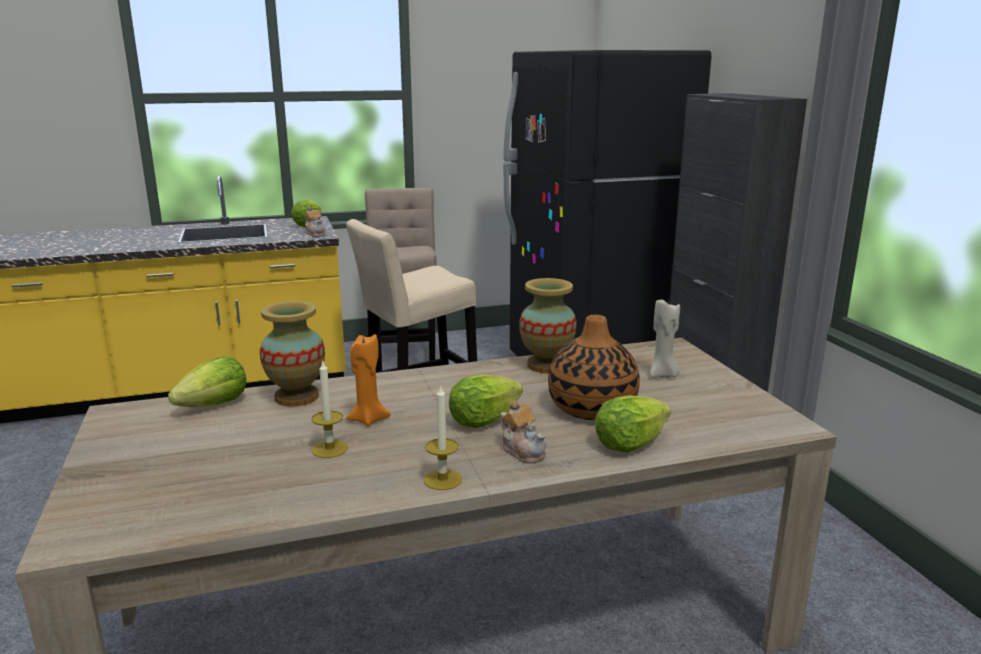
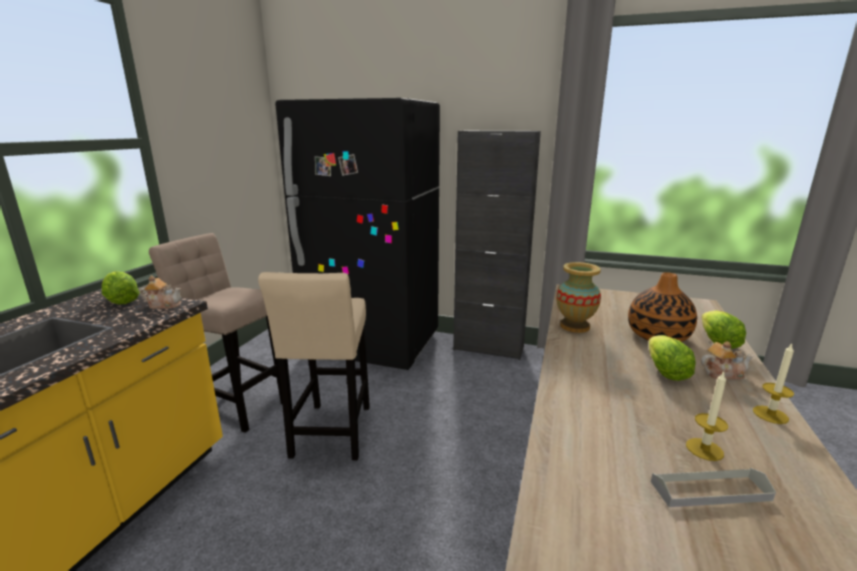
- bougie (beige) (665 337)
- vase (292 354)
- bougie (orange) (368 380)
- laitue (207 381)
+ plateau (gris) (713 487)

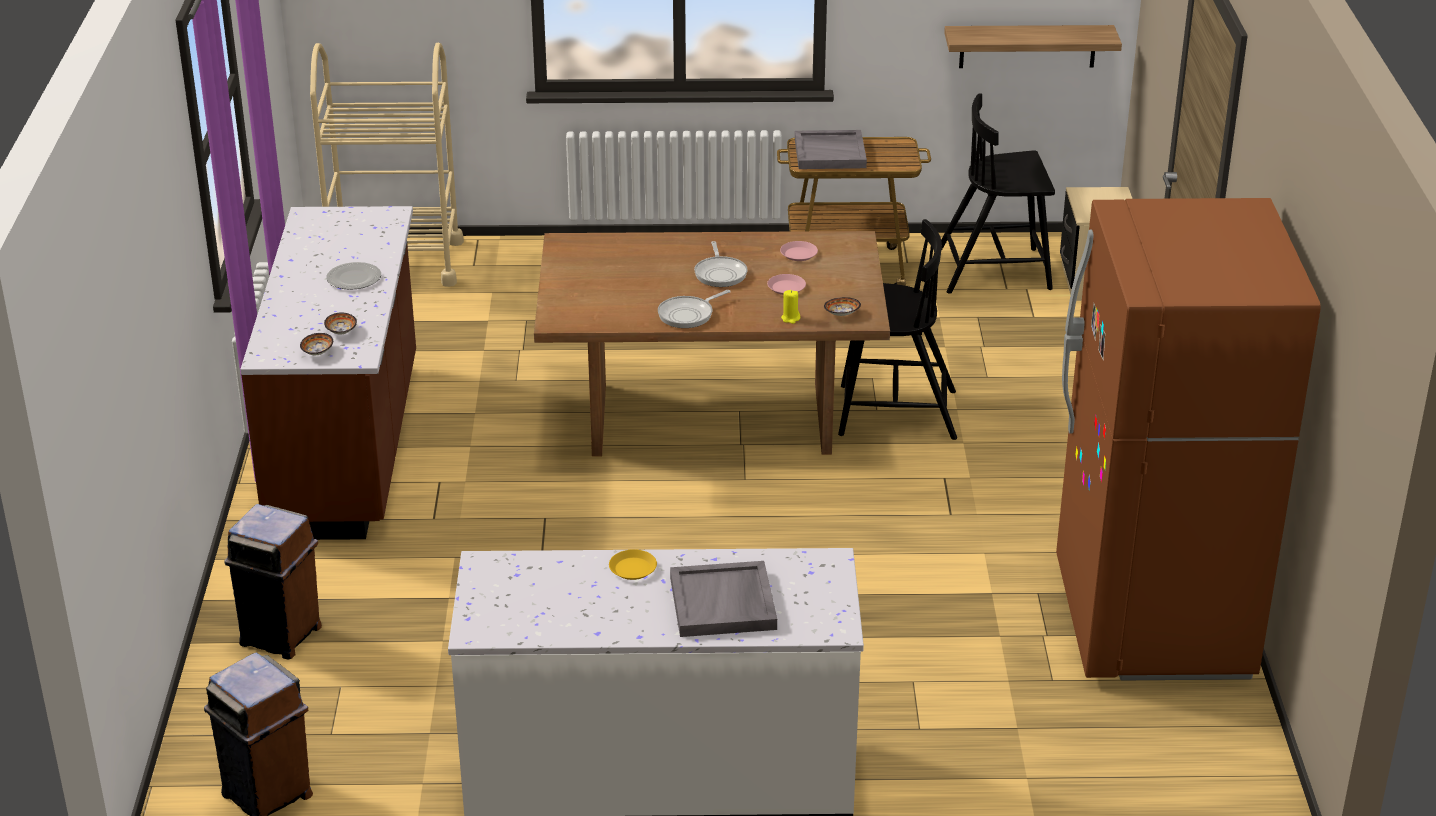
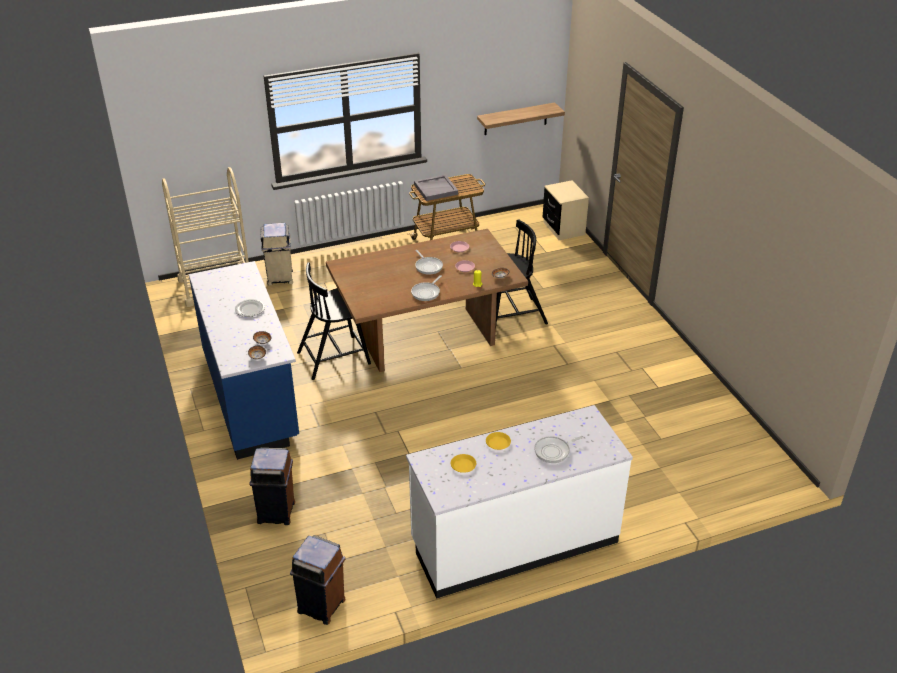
~ chaise (noir) (998 193) to (334 321)
- réfrigérateur (marron) (1188 439)
~ comptoir de cuisine (marron) (328 373) to comptoir de cuisine (bleu) (244 360)
~ plateau (gris) (723 599) to poêle (559 449)
+ poubelle (beige) (277 254)
+ assiette (jaune) (463 463)

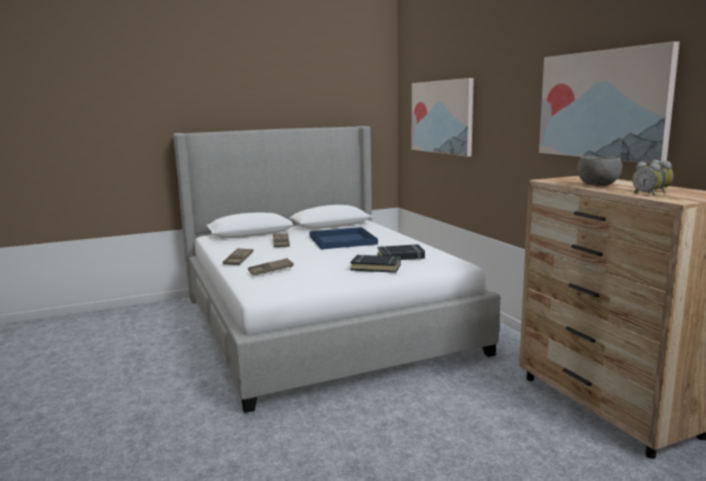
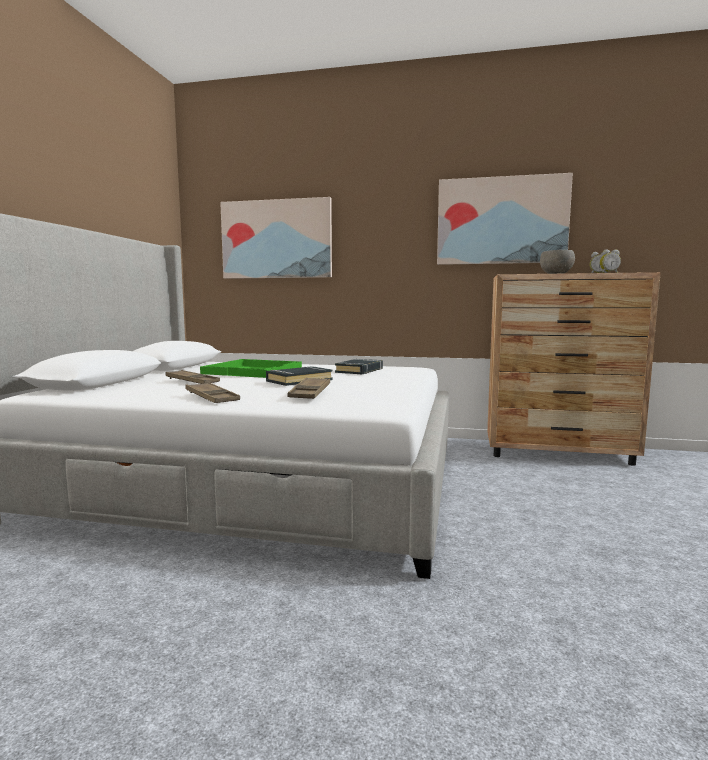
~ plateau (bleu) (343 238) to plateau (vert) (251 368)
~ livre (noir) (375 263) to (299 376)

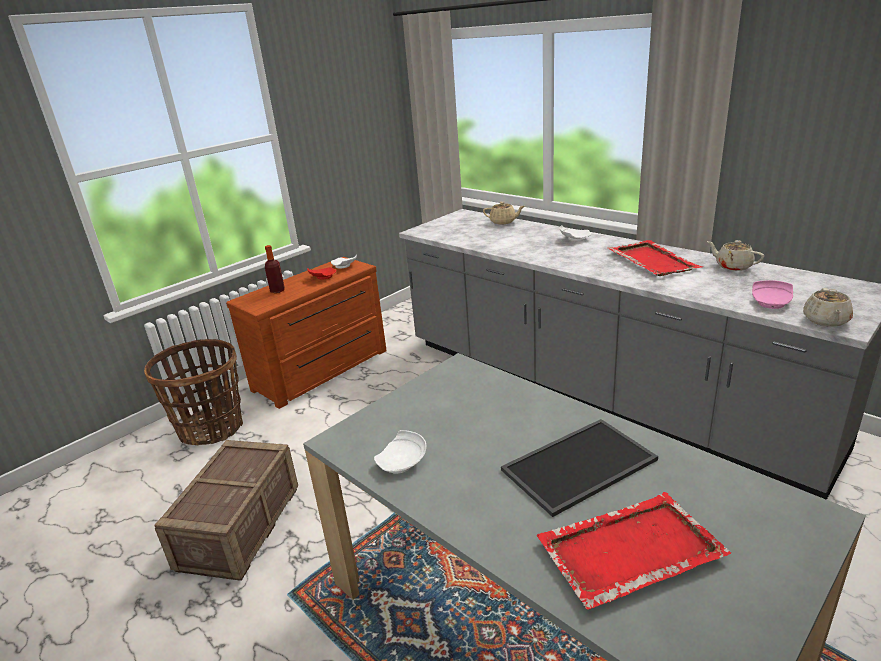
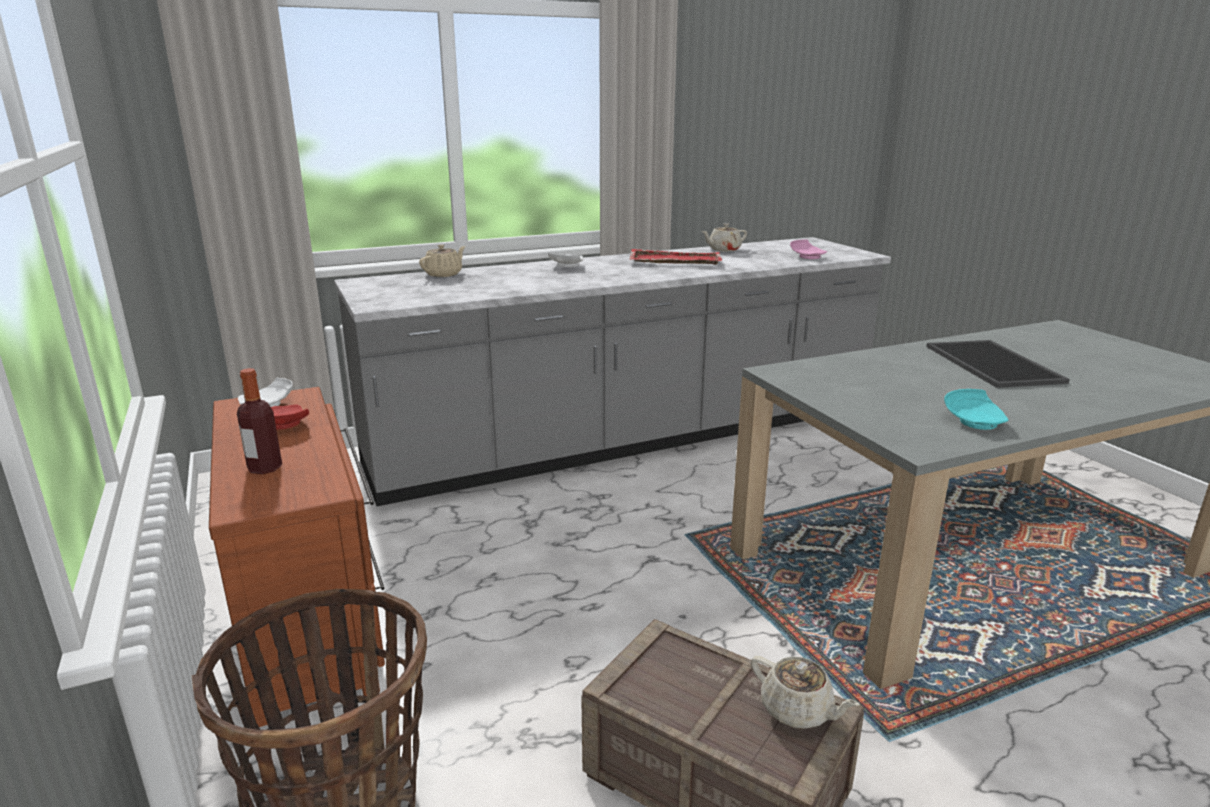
~ théière (beige) (828 307) to (805 692)
~ assiette (blanc) (400 452) to assiette (turquoise) (976 409)
- plateau (rouge) (633 551)

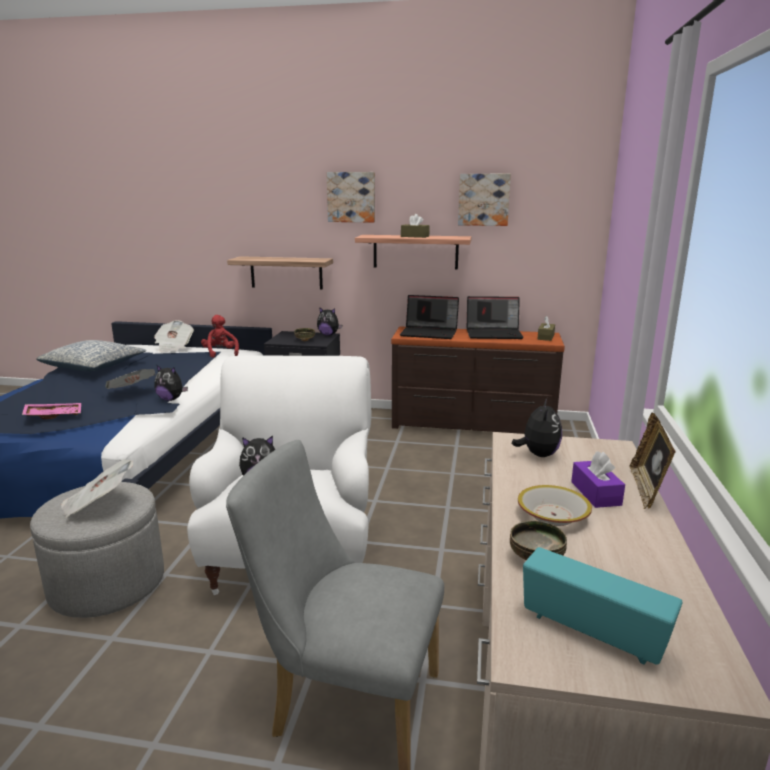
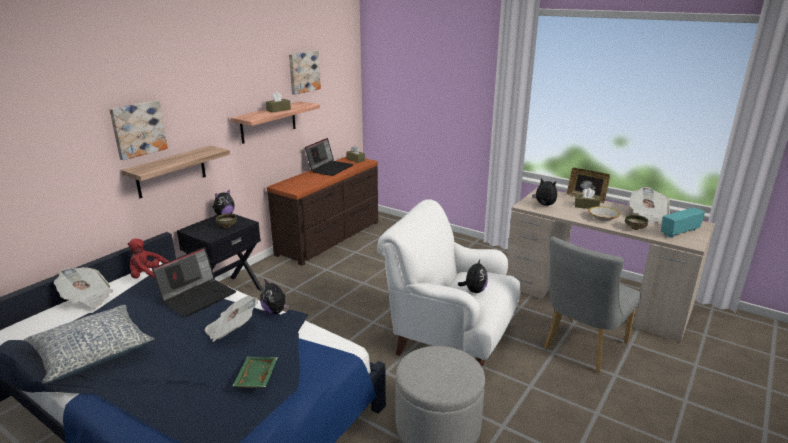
~ tableau (350 197) to (138 130)
~ ordinateur portable (429 317) to (194 282)
~ peluche (171 383) = (274 297) 90 degrees clockwise
~ plateau (rose) (51 411) to plateau (vert) (255 372)
~ boîte à mouchoirs (violet) (598 479) to boîte à mouchoirs (marron) (587 198)
~ journal (97 488) to (649 205)

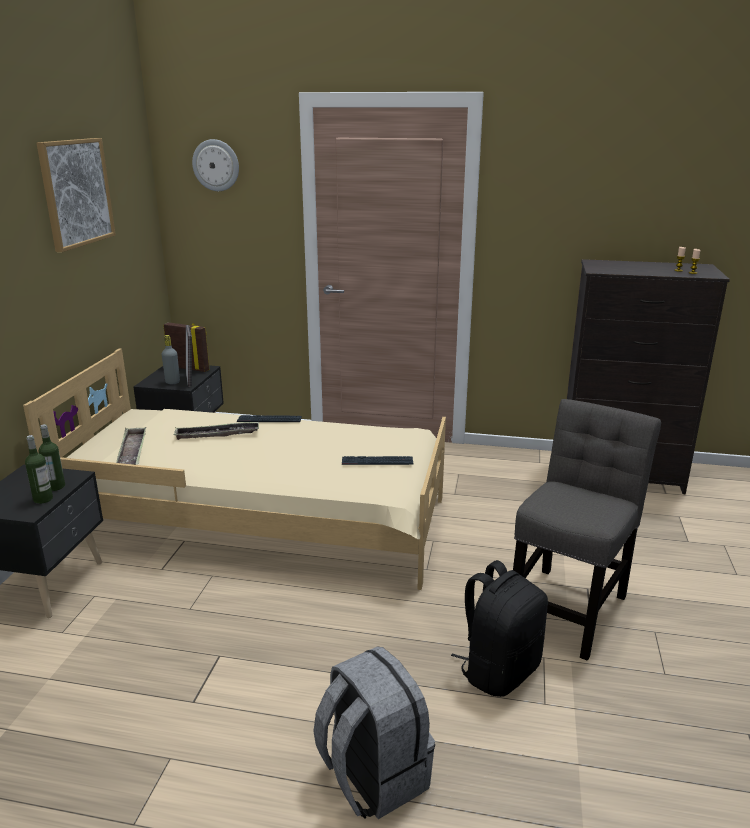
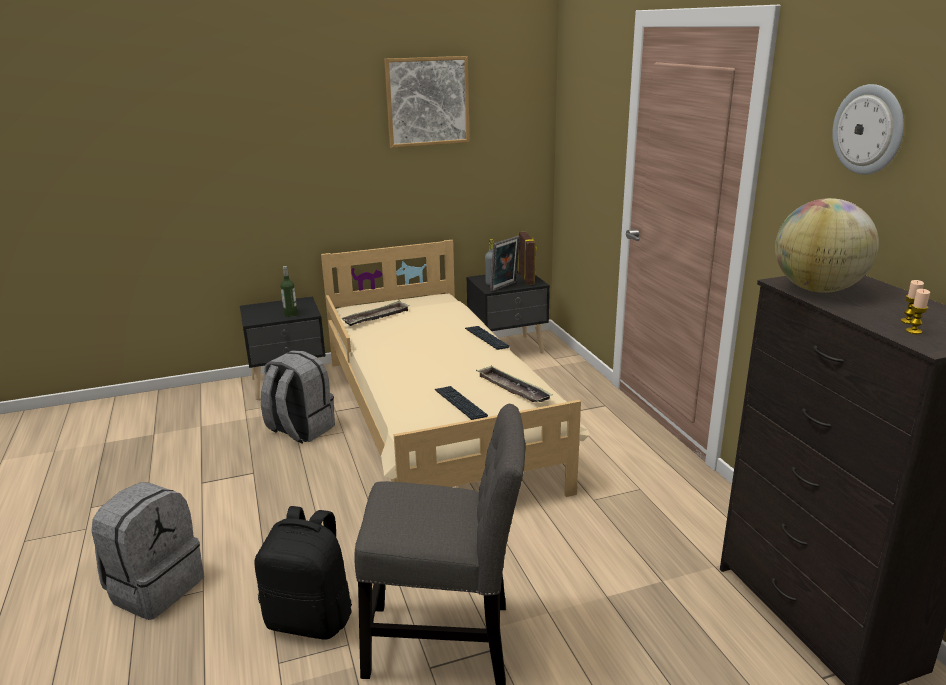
~ horloge murale (215 165) to (868 129)
~ plateau (216 430) to (514 383)
- bouteille (39 469)
+ globe (827 245)
+ sac à dos (gris) (298 397)

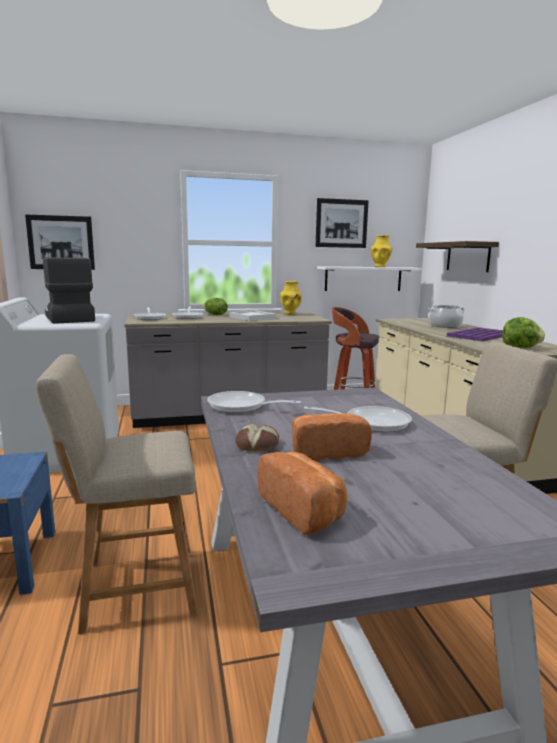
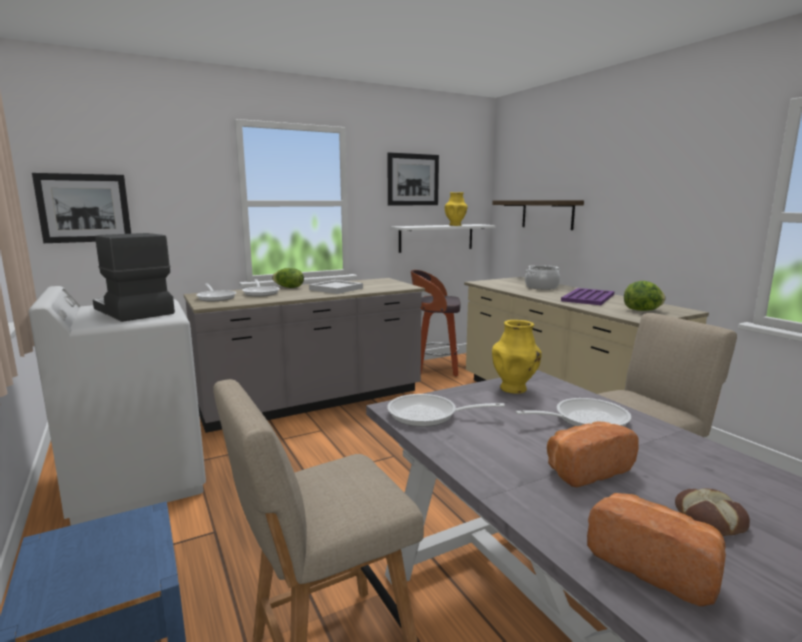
~ vase (jaune) (291 297) to (517 357)
~ pain (257 437) to (712 512)

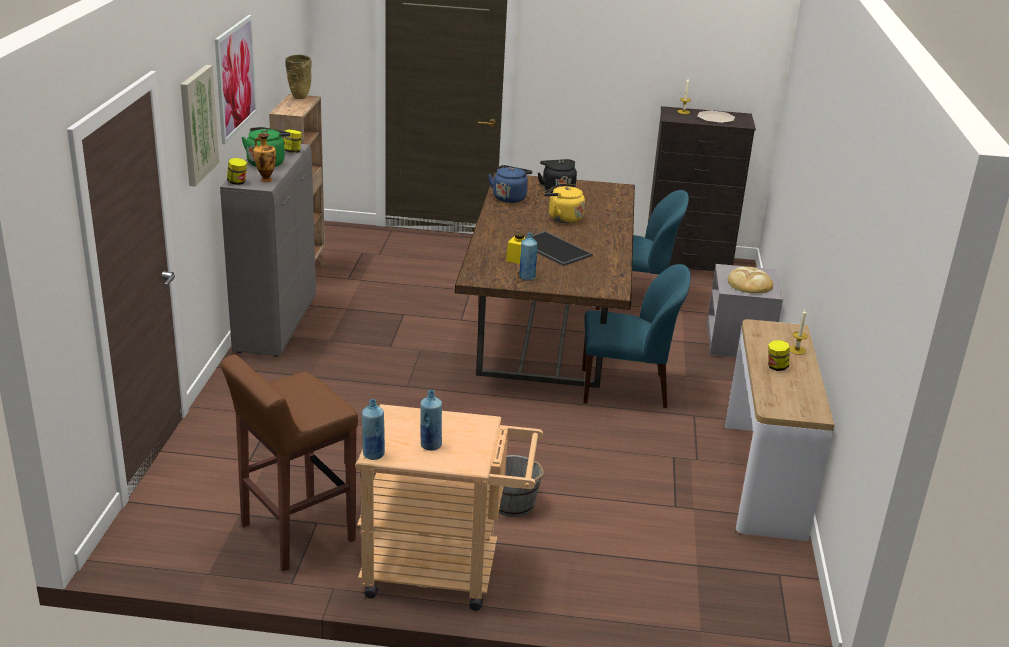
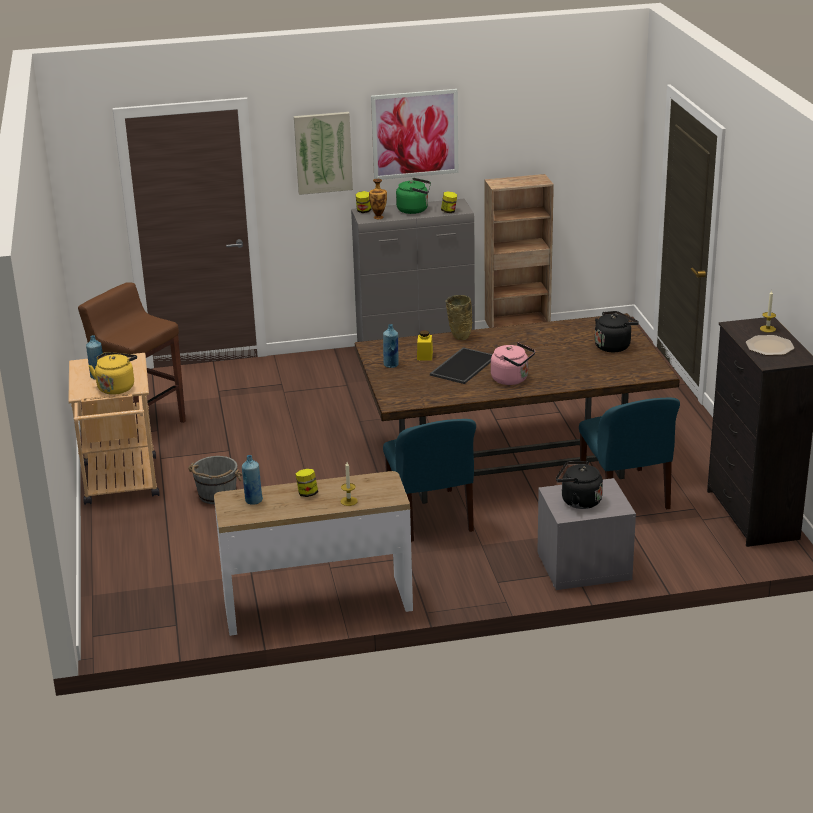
~ vase (beige) (298 77) to (459 317)
- bouilloire (bleu) (510 184)
~ bouilloire (jaune) (564 203) to (113 373)
~ pain (750 279) to bouilloire (noir) (579 485)
~ bouteille (bleu) (373 429) to (252 480)
+ bouilloire (rose) (513 364)

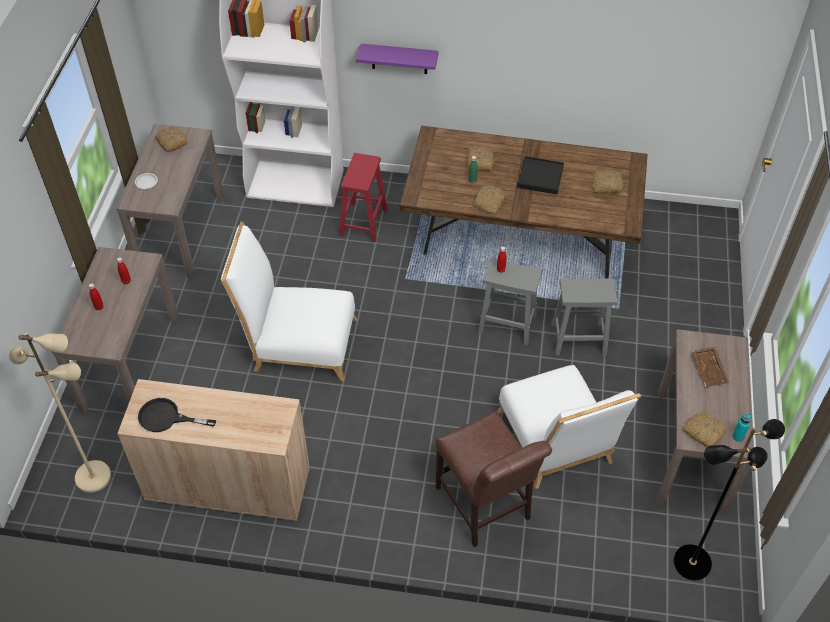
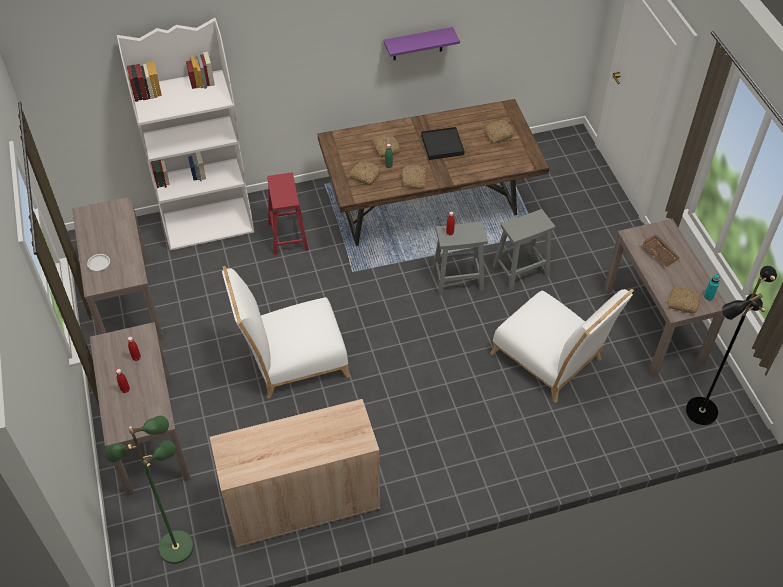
~ étagère (violet) (397 58) to (422 43)
~ pain (171 139) to (365 173)
~ lampadaire (beige) (60 413) to lampadaire (vert) (149 490)
- poêle (noir) (177 415)
- chaise (marron) (493 479)

